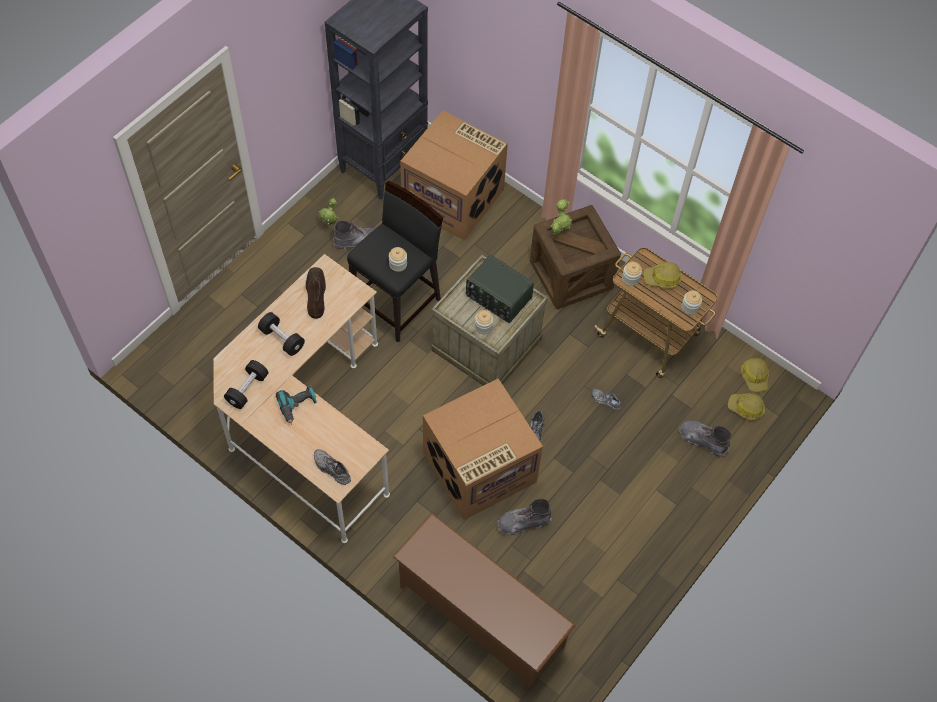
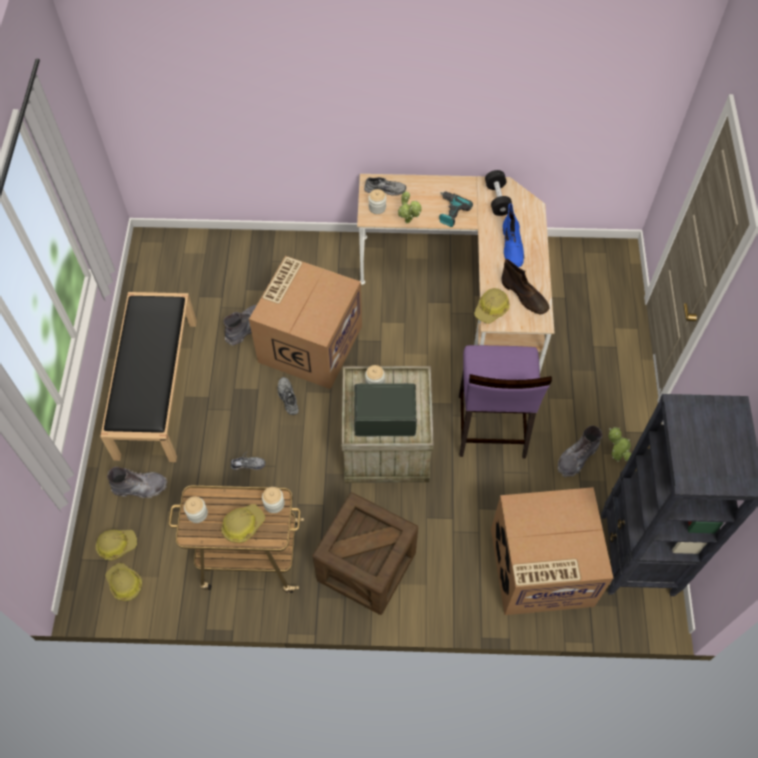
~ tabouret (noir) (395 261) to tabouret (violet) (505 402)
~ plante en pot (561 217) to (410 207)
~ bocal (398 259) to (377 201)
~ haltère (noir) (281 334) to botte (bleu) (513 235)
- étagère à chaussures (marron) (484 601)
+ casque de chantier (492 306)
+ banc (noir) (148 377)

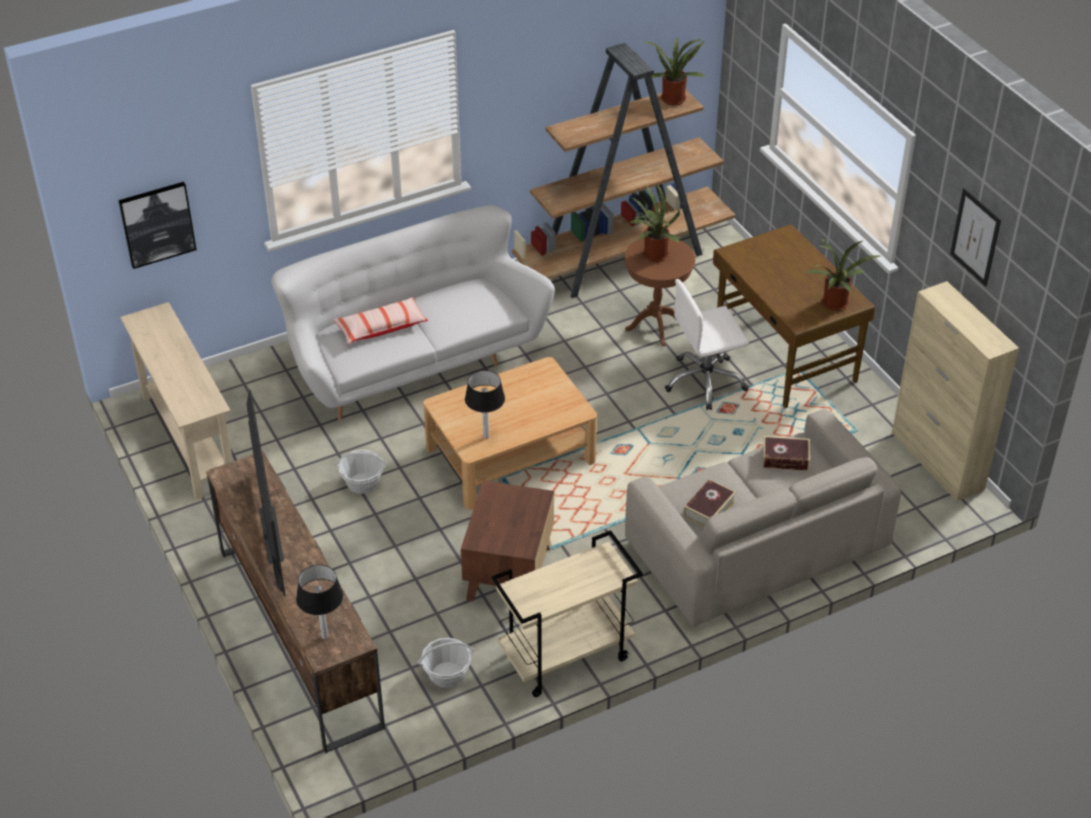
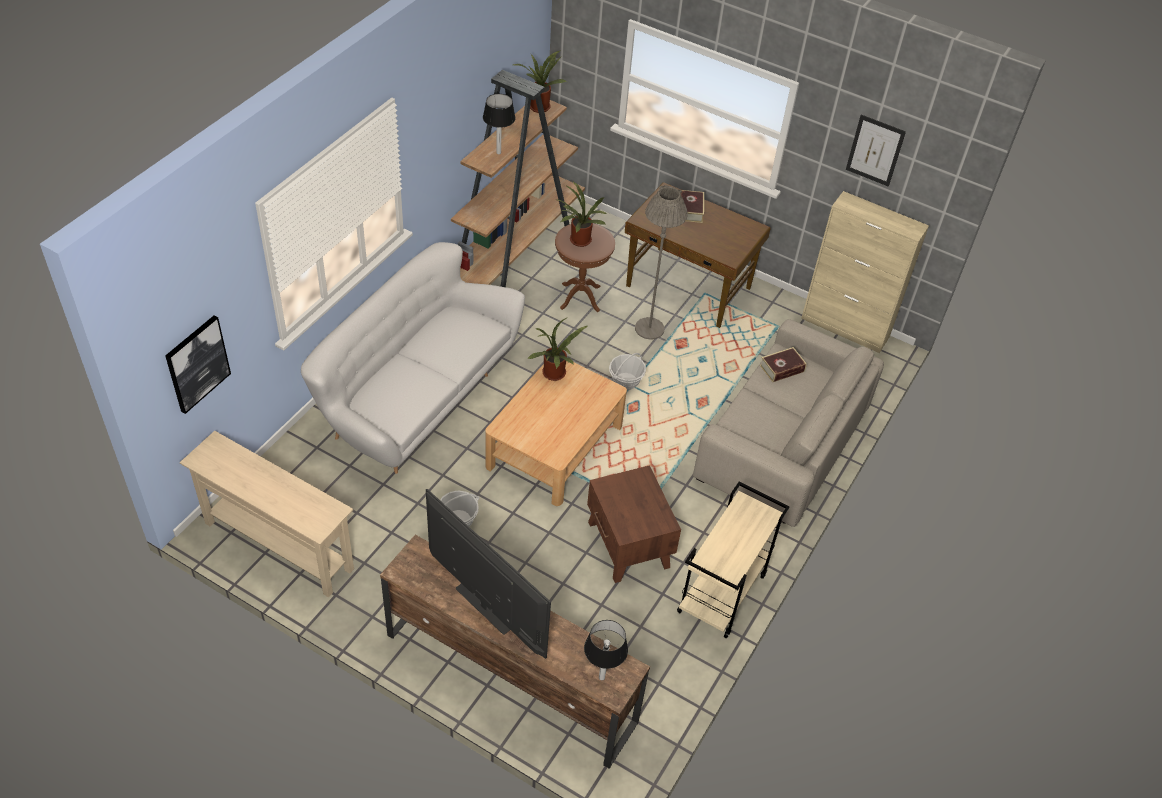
~ plante en pot (842 274) to (557 349)
~ chaise de bureau (blanc) (707 344) to lampadaire (gris) (661 262)
- coussin (380 320)
~ lampe de table (485 404) to (499 124)
~ livre (709 503) to (692 206)
~ panier (446 663) to (627 371)

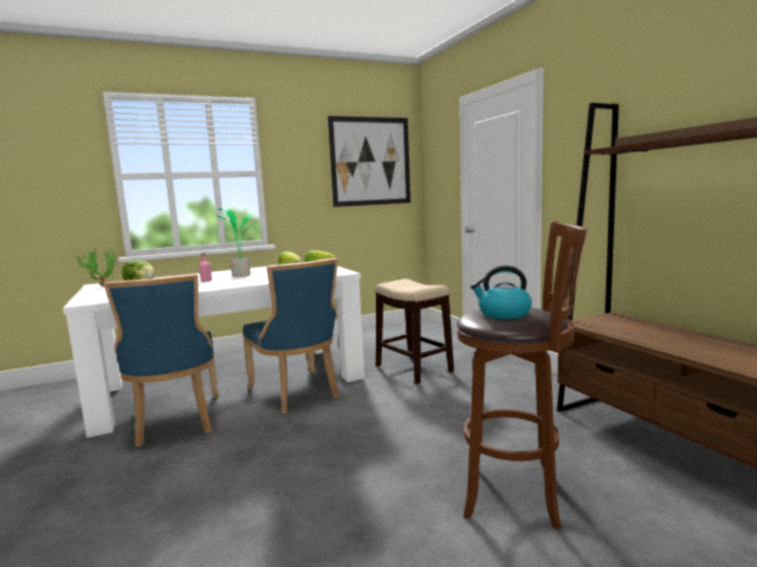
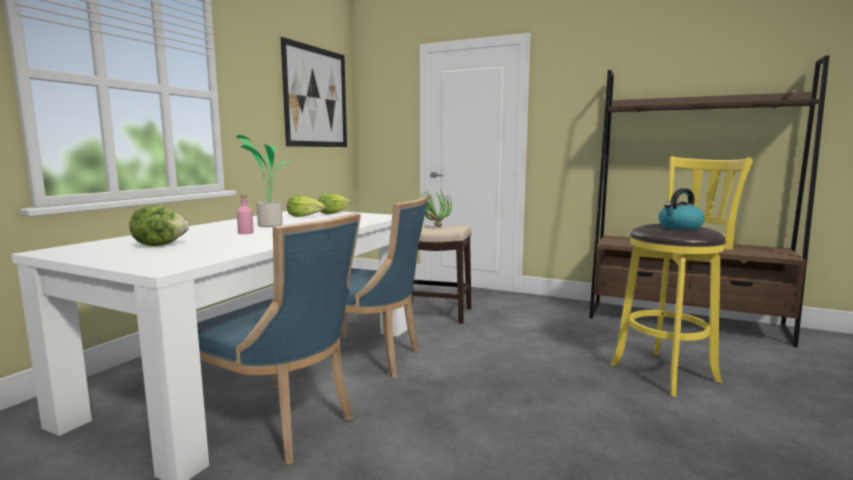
~ tabouret (marron) (521 375) to tabouret (jaune) (682 277)
~ plante en pot (95 266) to (436 208)

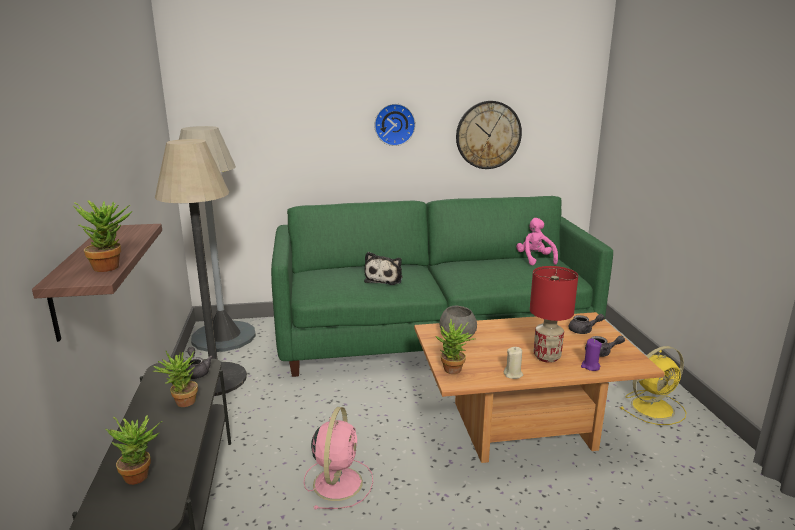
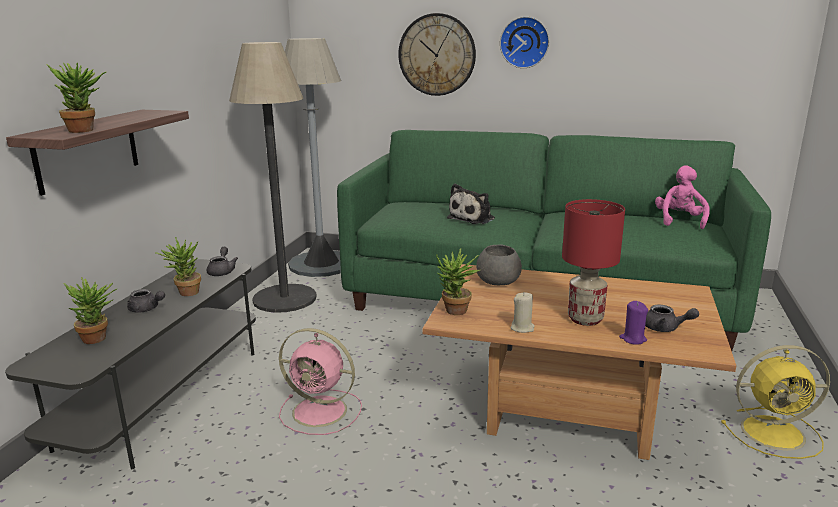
~ horloge murale (489 135) to (437 54)
~ théière (gris) (587 324) to (146 301)
~ ventilateur (rose) (338 458) = (320 381) 75 degrees clockwise

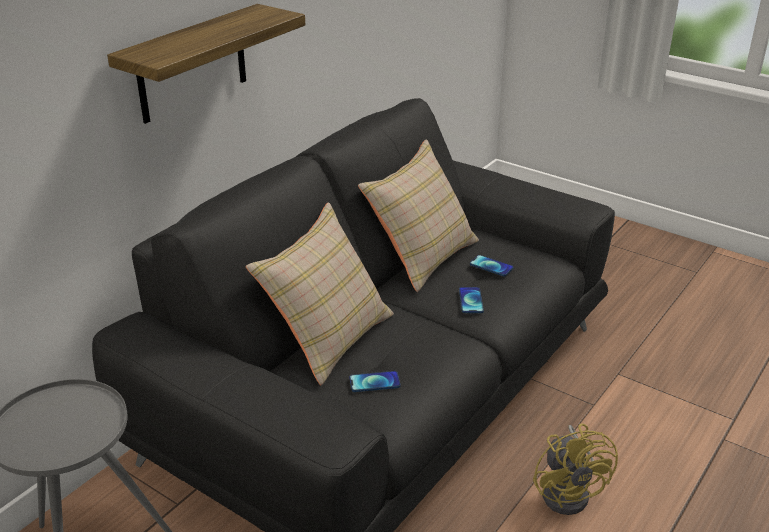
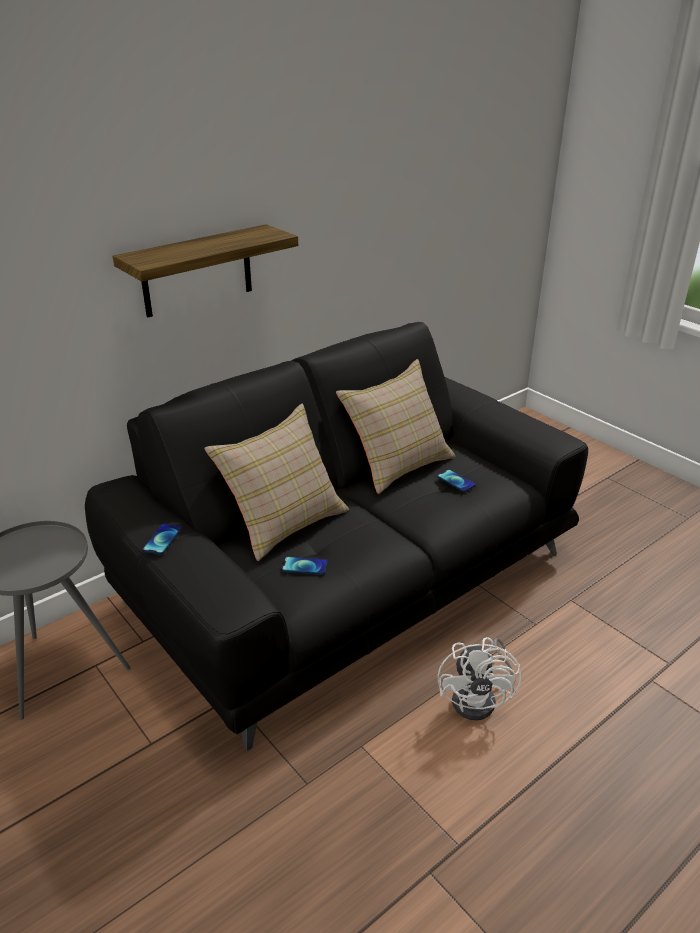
~ téléphone (471 300) to (162 539)
~ ventilateur (jaune) (575 469) to ventilateur (blanc) (479 679)

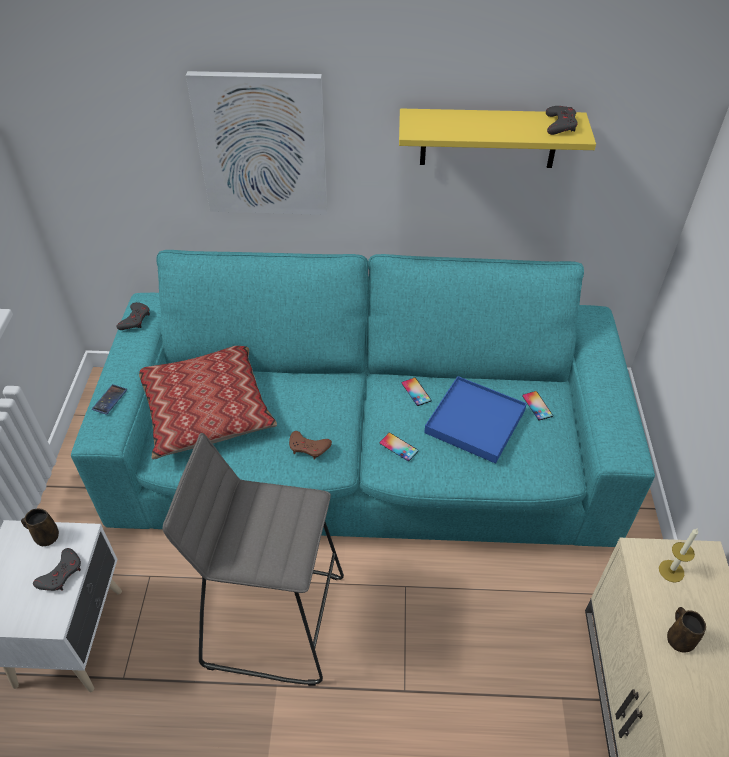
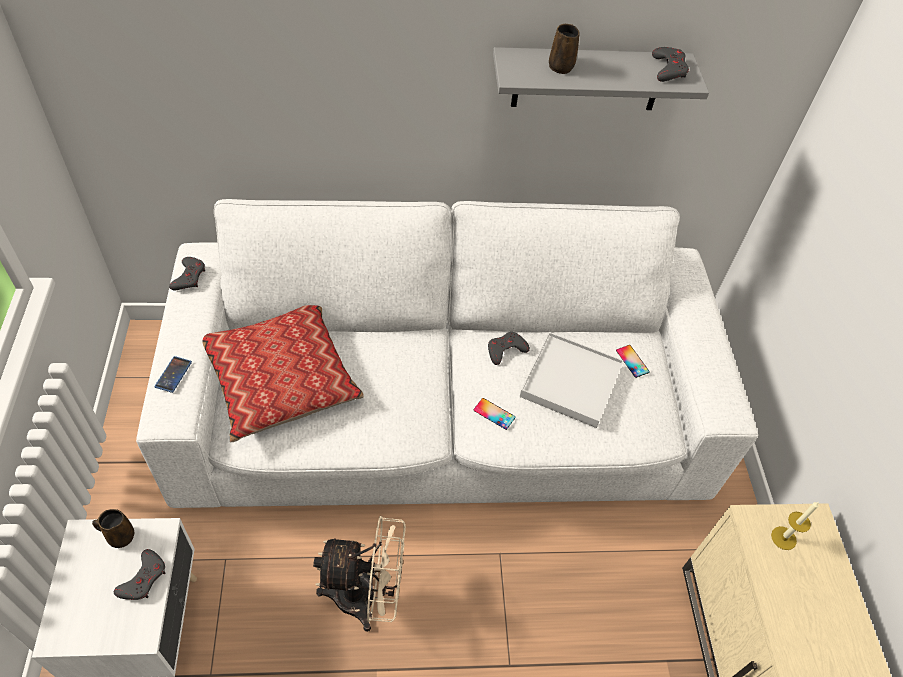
- tableau (257 143)
~ étagère (jaune) (497 138) to étagère (gris) (601 78)
~ canapé (turquoise) (363 398) to canapé (blanc) (447 353)
~ plateau (bleu) (475 420) to plateau (blanc) (571 380)
~ téléphone (416 392) to manette (gris) (509 348)
- manette (marron) (310 445)
~ tabouret (gris) (253 559) to ventilateur (beige) (359 574)
~ mug (marron) (686 629) to (564 49)

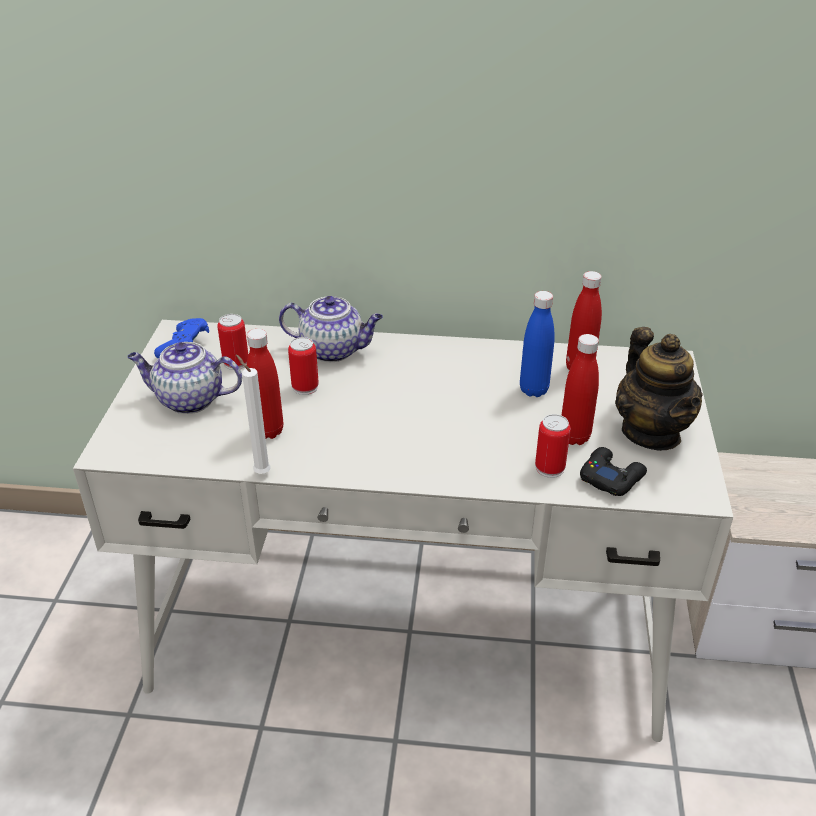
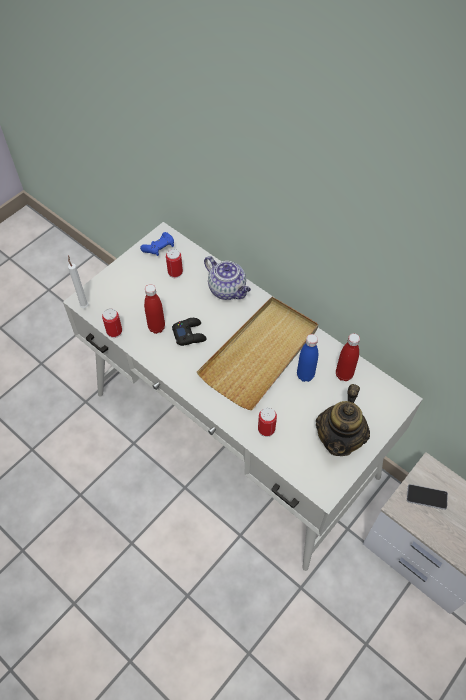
- bouteille (rouge) (580 389)
~ boîte métallique (303 366) to (112 323)
- théière (184 378)
~ bougie (blanc) (253 414) to (78 281)
~ manette (noir) (613 471) to (189 332)
+ plateau (beige) (257 353)
+ téléphone (427 497)

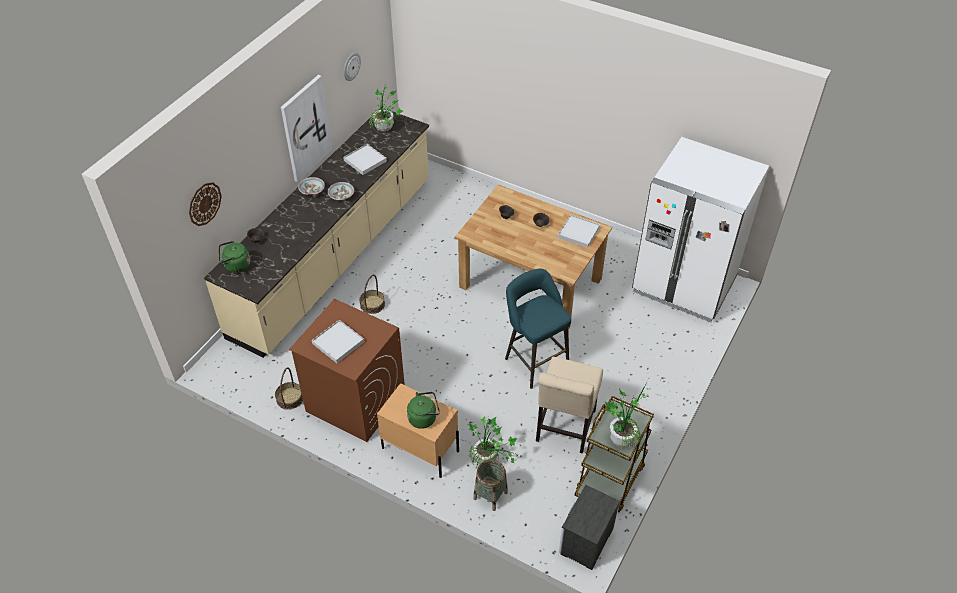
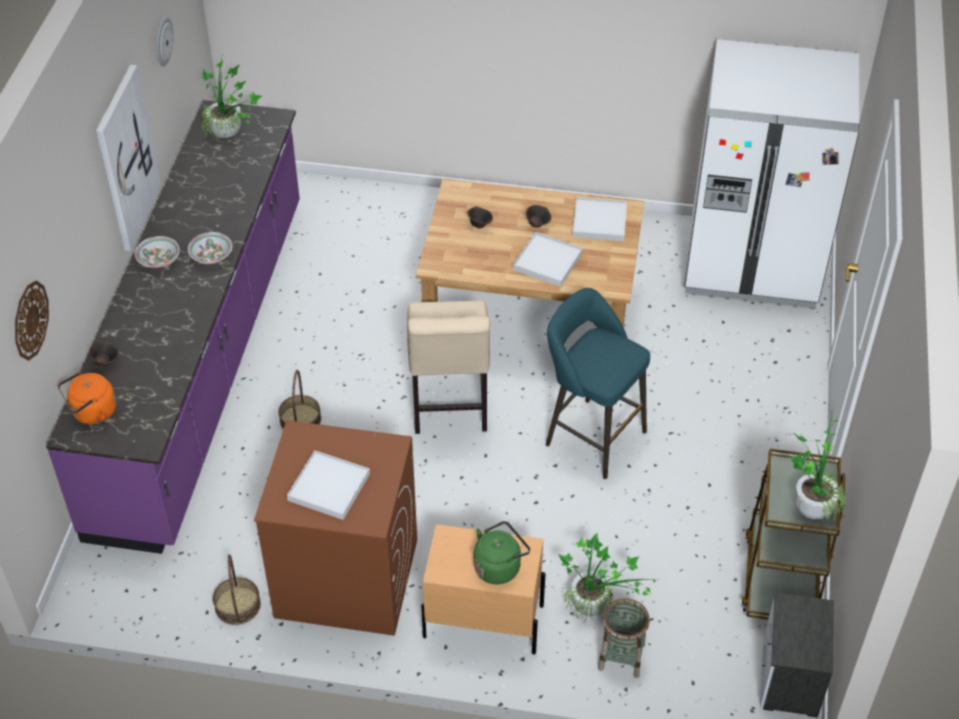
~ comptoir de cuisine (beige) (316 233) to comptoir de cuisine (violet) (173 327)
~ plateau (blanc) (365 159) to (548 259)
~ bouilloire (vert) (234 257) to bouilloire (orange) (87 398)
~ chaise (beige) (569 405) to (448 367)

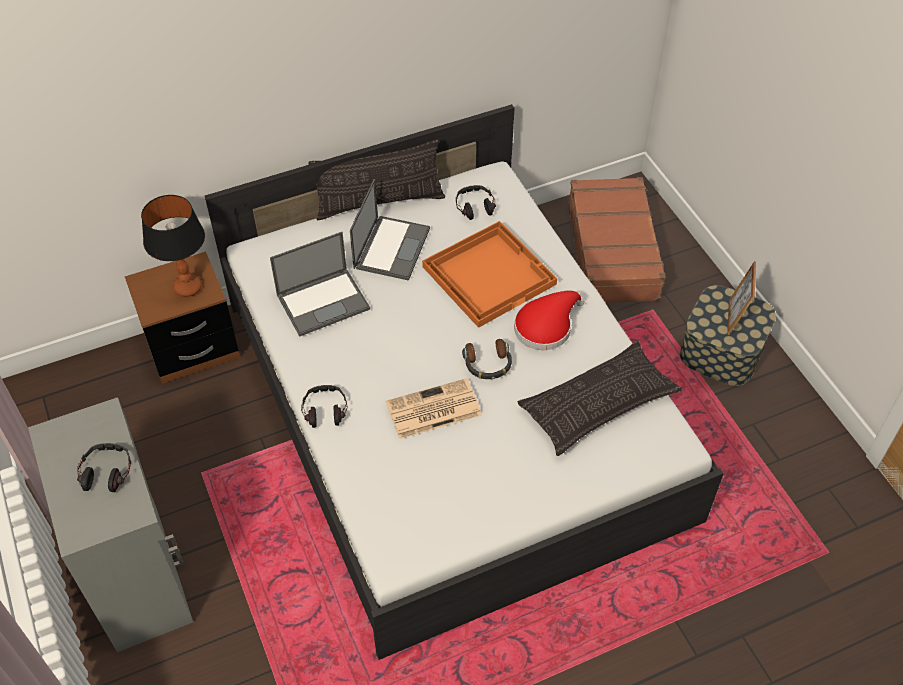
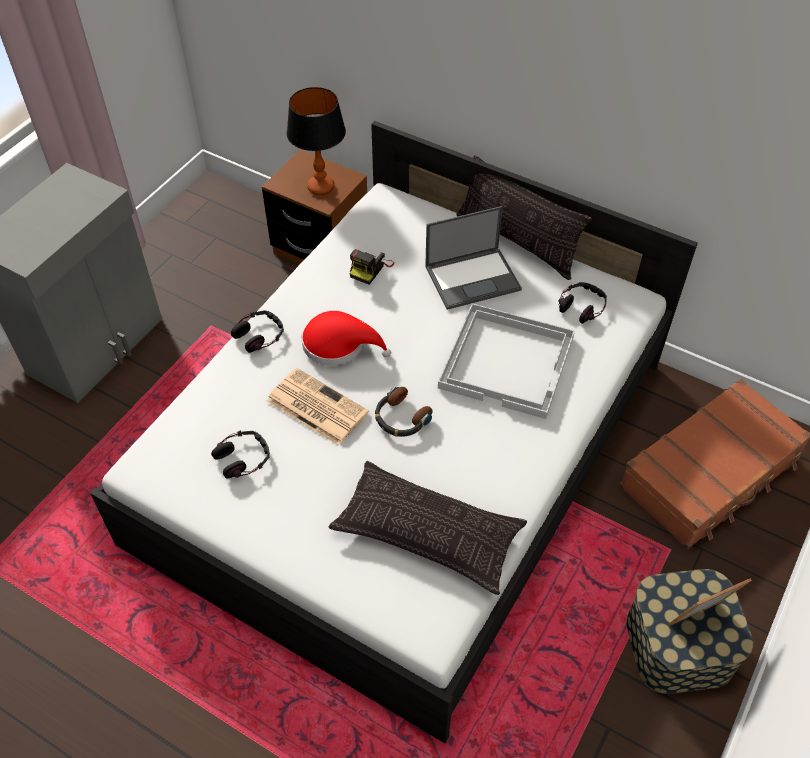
~ plateau (orange) (489 274) to plateau (blanc) (506 361)
~ ordinateur portable (320 284) to appareil photo (371 267)
~ chapeau (rouge) (549 320) to (346 338)
~ casque audio (104 467) to (240 454)

